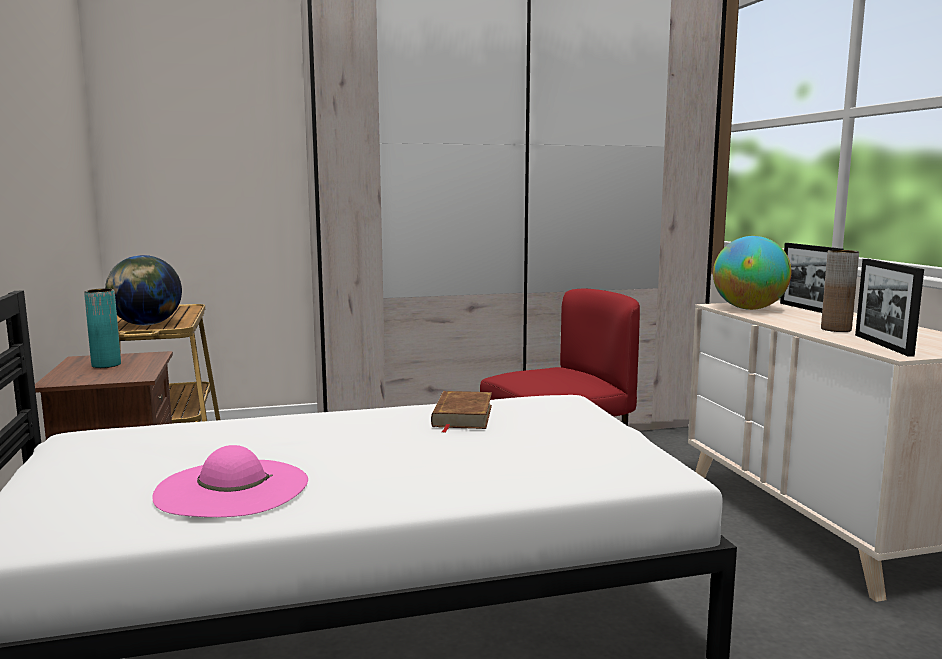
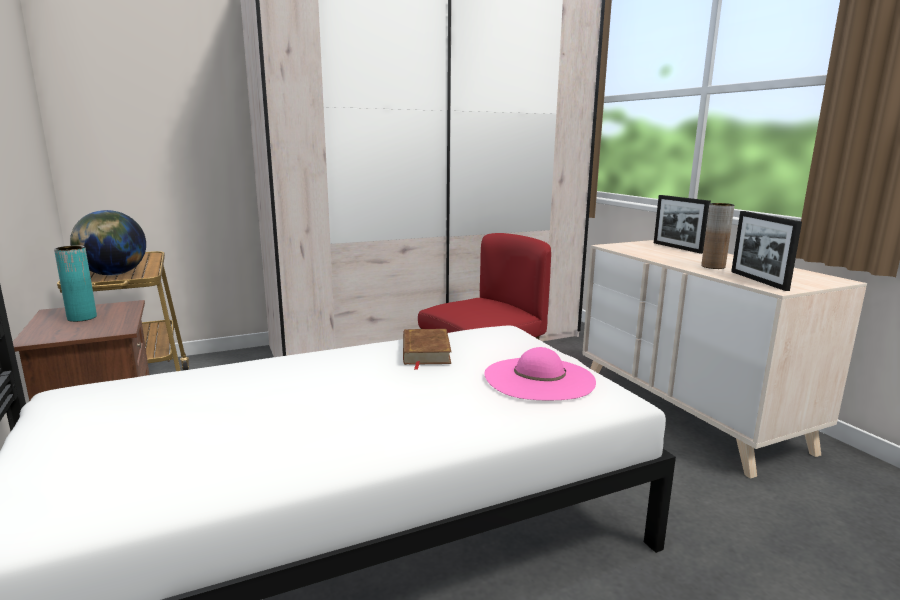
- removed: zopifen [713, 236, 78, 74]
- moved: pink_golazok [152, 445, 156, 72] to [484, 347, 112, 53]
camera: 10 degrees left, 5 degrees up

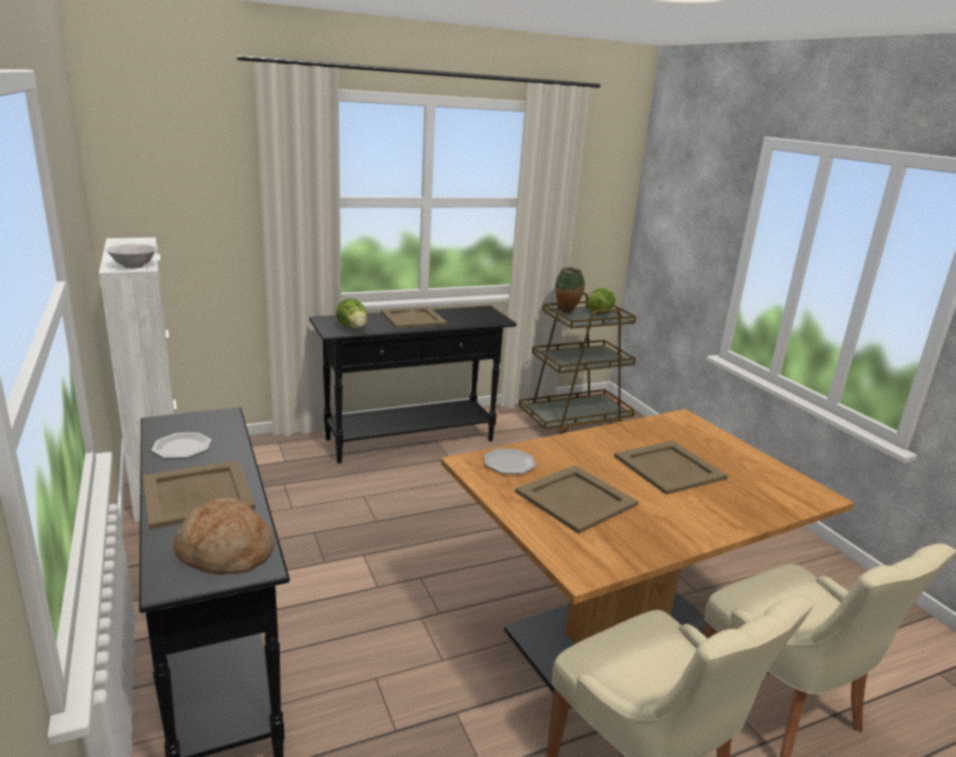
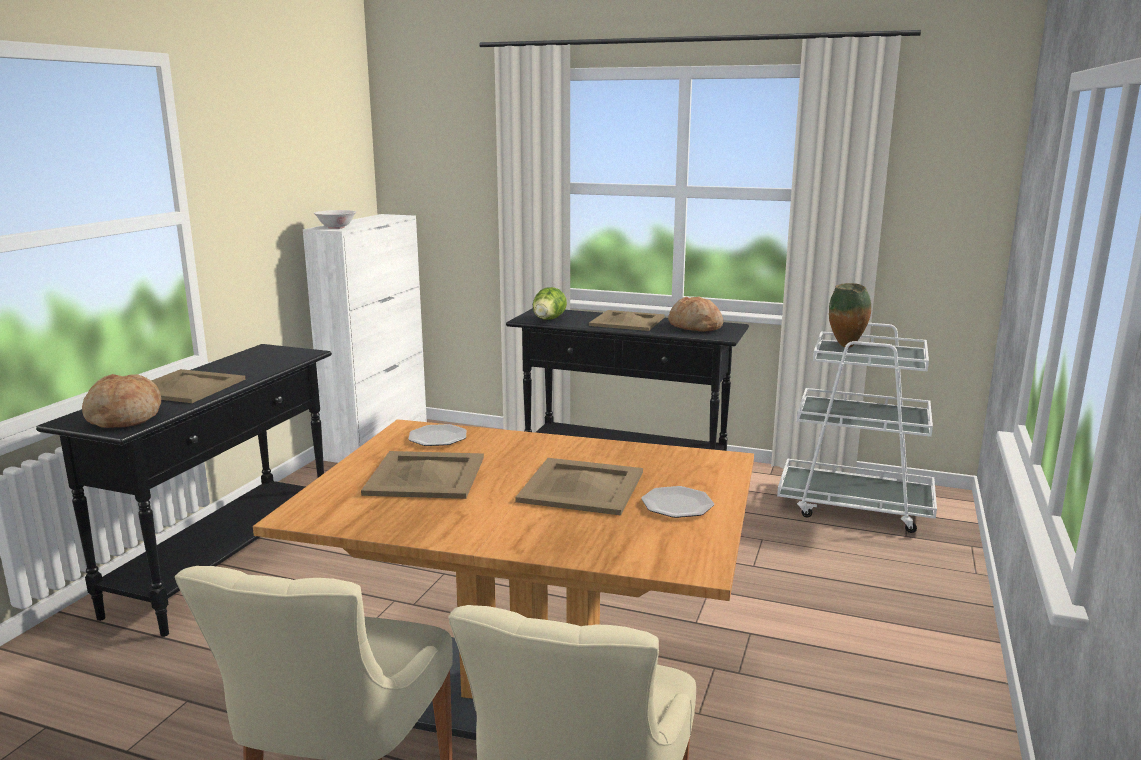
- removed: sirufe [587, 288, 28, 26]
- added: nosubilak [668, 296, 55, 36]
- moved: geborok [151, 432, 61, 27] to [641, 486, 73, 32]
- recoloured: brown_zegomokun [519, 293, 117, 141] to white_zegomokun [777, 323, 160, 210]
camera: 45 degrees right, 5 degrees down

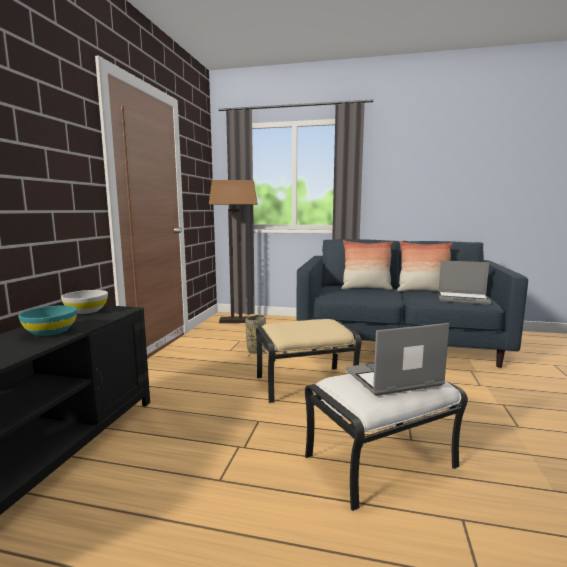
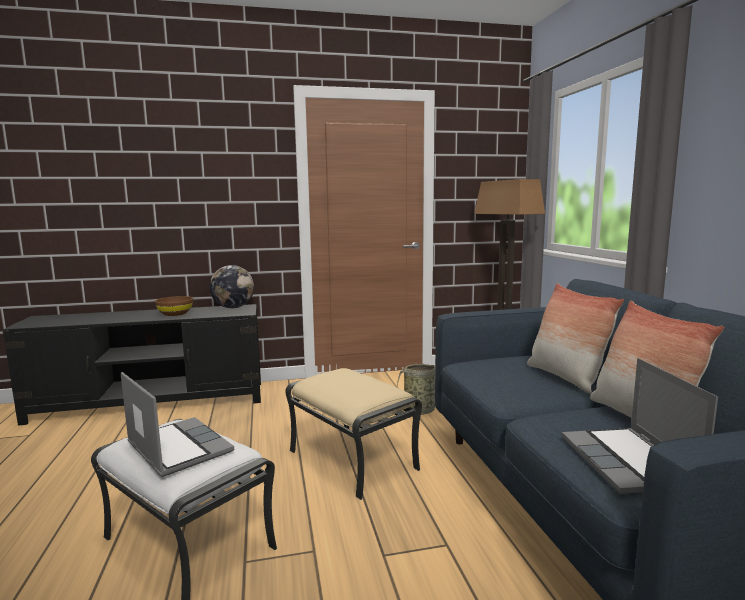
- replaced: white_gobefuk [61, 290, 47, 24] to zopifen [209, 265, 45, 43]
- recoloured: turquoise_gobefuk [18, 305, 59, 31] to brown_gobefuk [155, 296, 38, 20]
camera: 65 degrees right, 0 degrees up

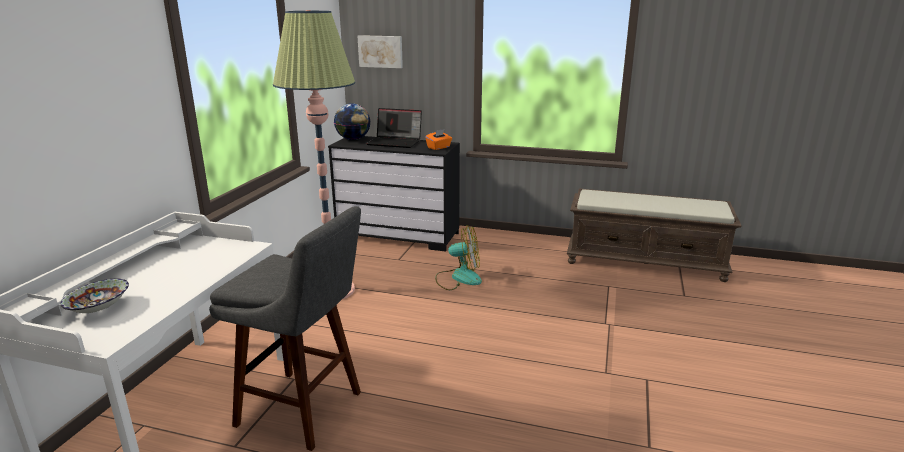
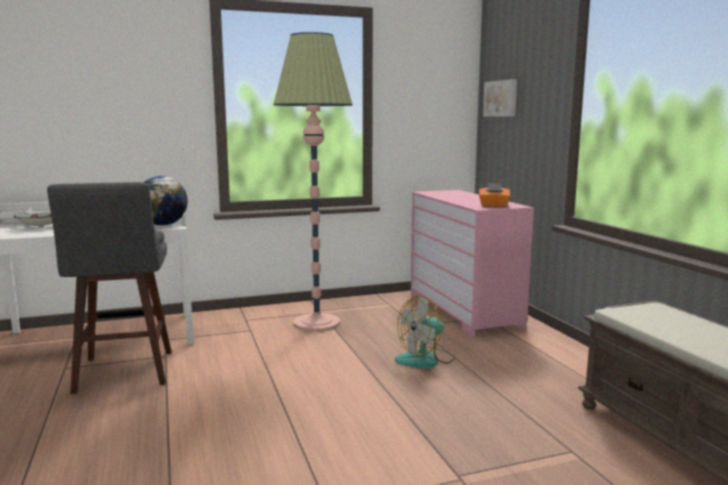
- removed: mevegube [366, 108, 56, 40]
- moved: zopifen [334, 103, 36, 37] to [144, 176, 44, 50]
- recoloured: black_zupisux [328, 136, 132, 116] to pink_zupisux [411, 190, 123, 147]
- turned: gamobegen [435, 225, 47, 65] = [395, 295, 60, 73] 90 degrees clockwise
camera: 55 degrees right, 10 degrees down

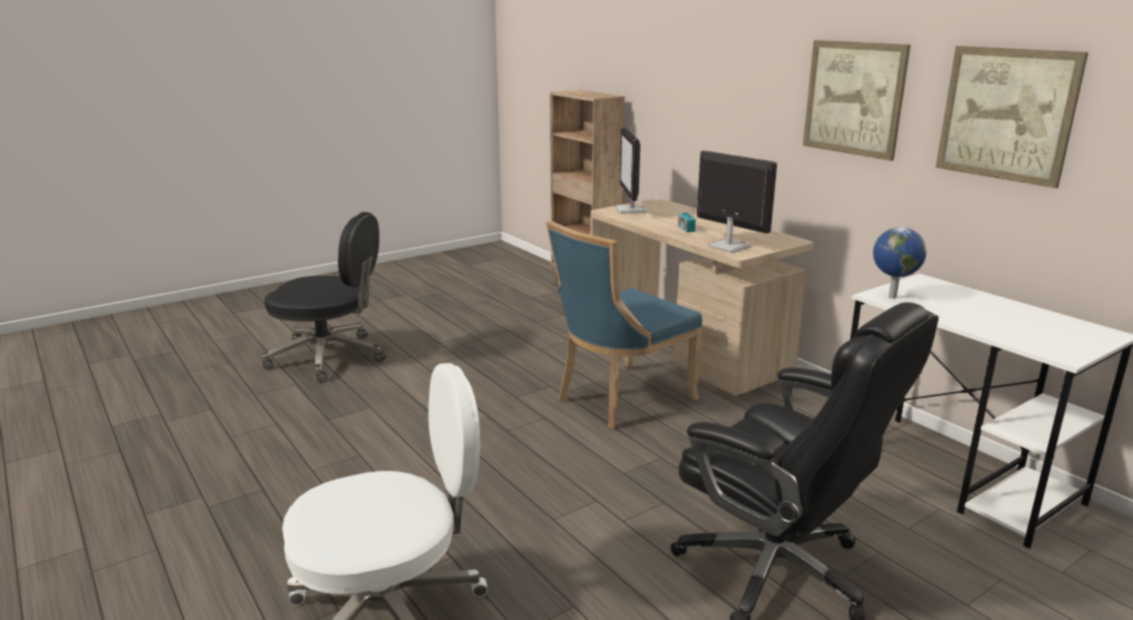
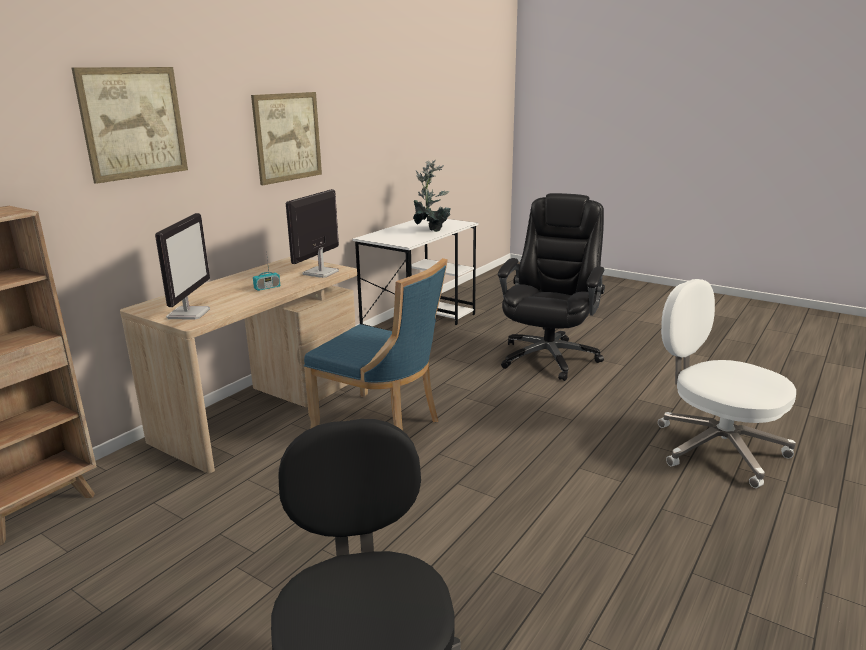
- removed: zopifen [873, 227, 54, 72]
- added: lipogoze [413, 160, 38, 72]
- moved: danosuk [936, 46, 152, 142] to [72, 67, 116, 117]
- turned: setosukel [615, 128, 31, 86] = [155, 213, 55, 107] 60 degrees counterclockwise
camera: 110 degrees left, 0 degrees up

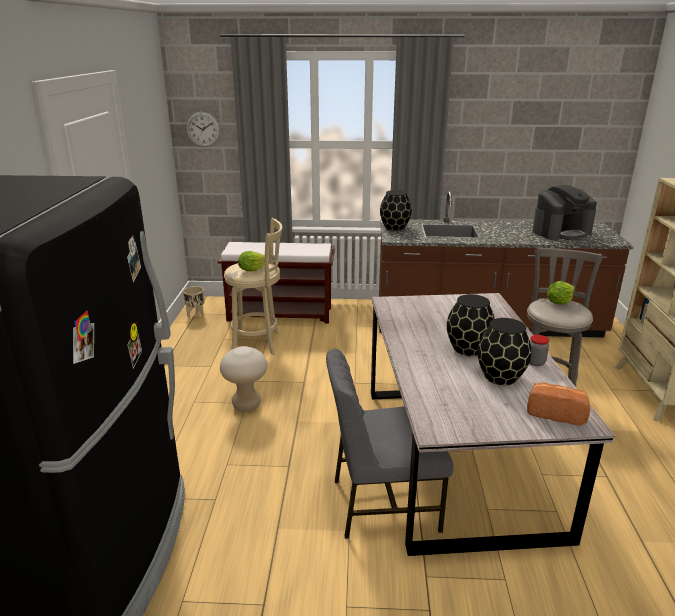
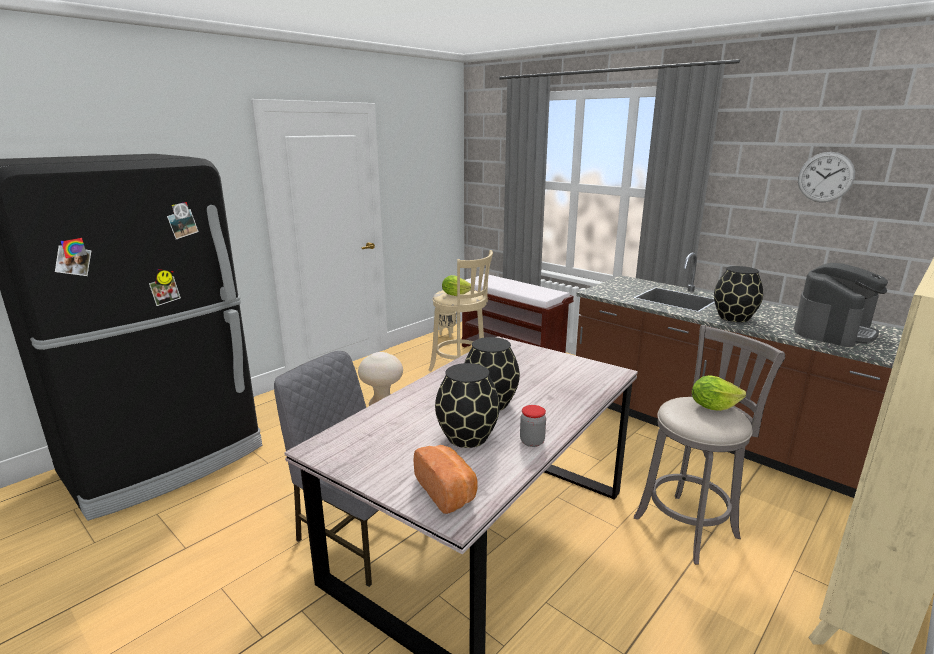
- moved: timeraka [186, 112, 34, 35] to [798, 152, 57, 50]
- moved: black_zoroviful [380, 190, 32, 41] to [714, 266, 49, 56]
- turned: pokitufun [532, 185, 65, 55] = [794, 263, 94, 84] 60 degrees counterclockwise
camera: 40 degrees right, 5 degrees down

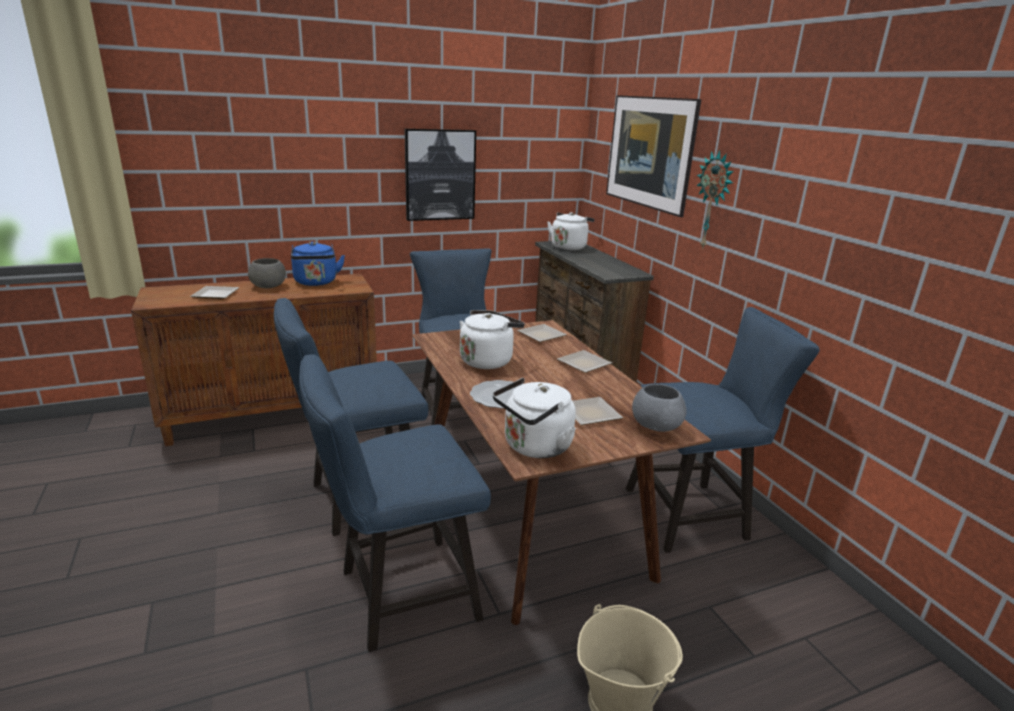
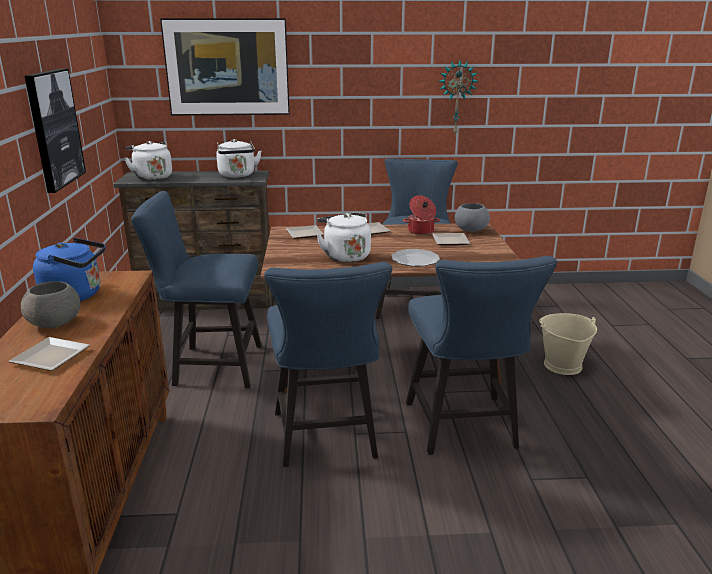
- added: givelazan [403, 195, 37, 40]
- moved: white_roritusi [493, 378, 83, 80] to [216, 139, 46, 39]
- moved: timeraka [697, 150, 37, 100] to [438, 60, 40, 74]
camera: 70 degrees left, 0 degrees up

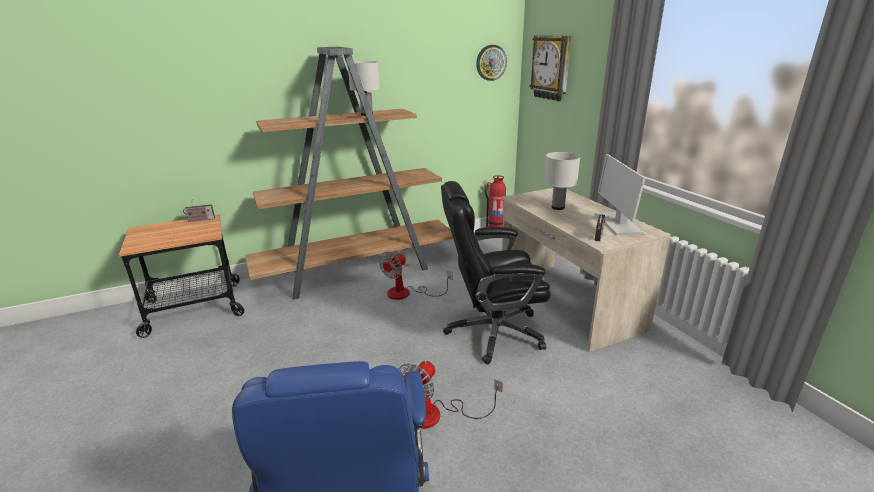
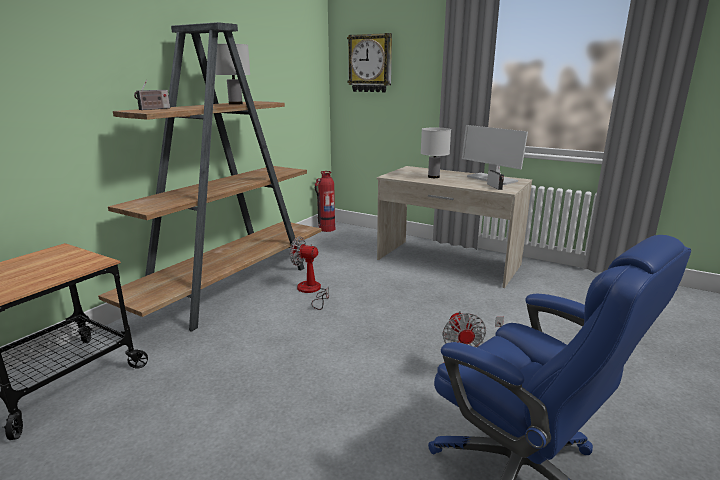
- removed: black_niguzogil [441, 181, 110, 183]
- removed: timeraka [476, 45, 31, 36]
- moved: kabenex [183, 199, 32, 23] to [134, 80, 36, 30]
- turned: gamobegen [379, 252, 74, 48] = [290, 236, 39, 74] 105 degrees clockwise
camera: 35 degrees left, 5 degrees down

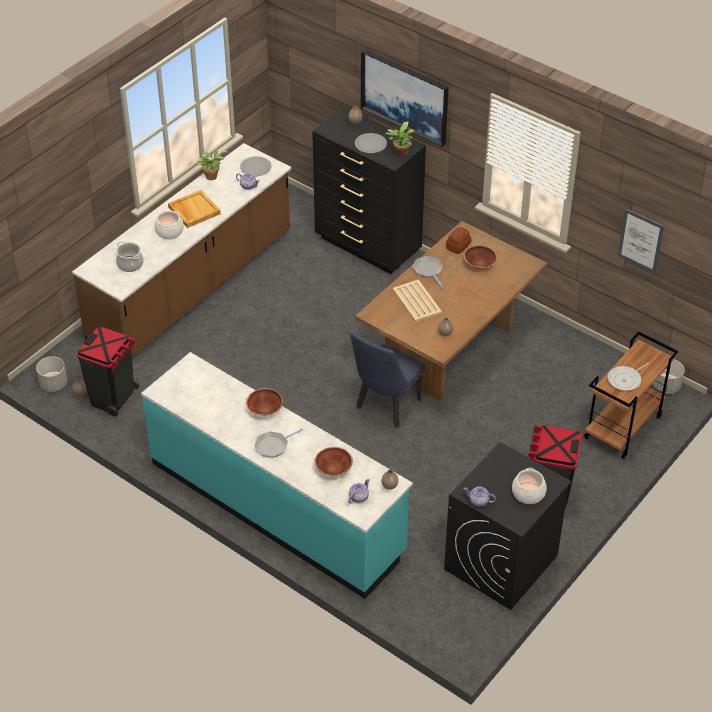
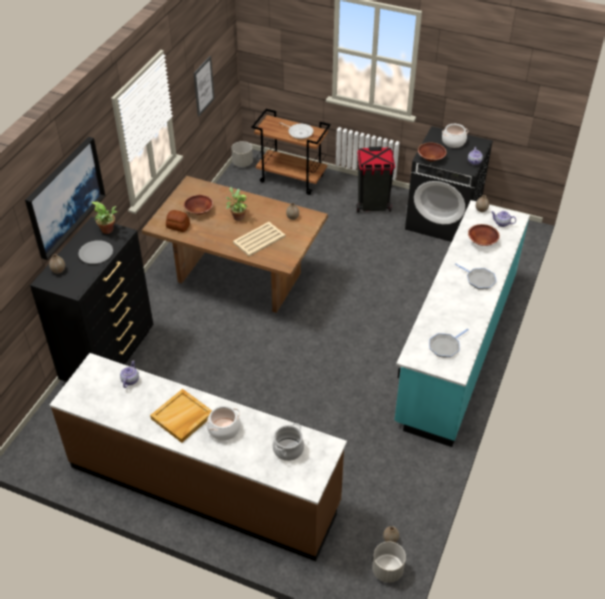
- removed: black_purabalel [76, 326, 63, 91]
- removed: grey_geborok [240, 156, 32, 20]
- removed: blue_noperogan [351, 332, 74, 96]
- moved: lipogoze [197, 150, 30, 30] to [226, 187, 21, 34]
- moved: brown_gobefuk [246, 388, 37, 28] to [418, 142, 28, 19]
- moved: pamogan [413, 256, 30, 31] to [429, 329, 40, 29]
camera: 105 degrees left, 0 degrees up

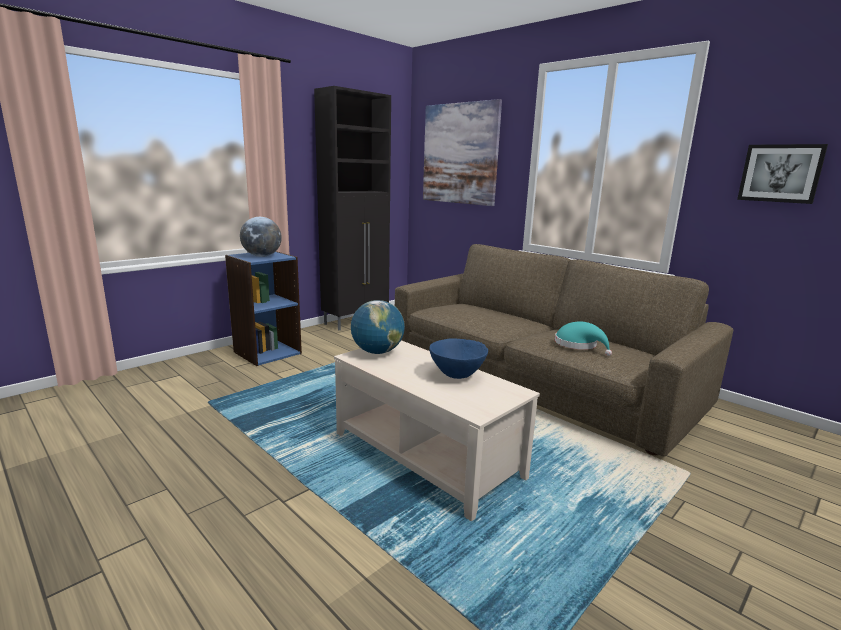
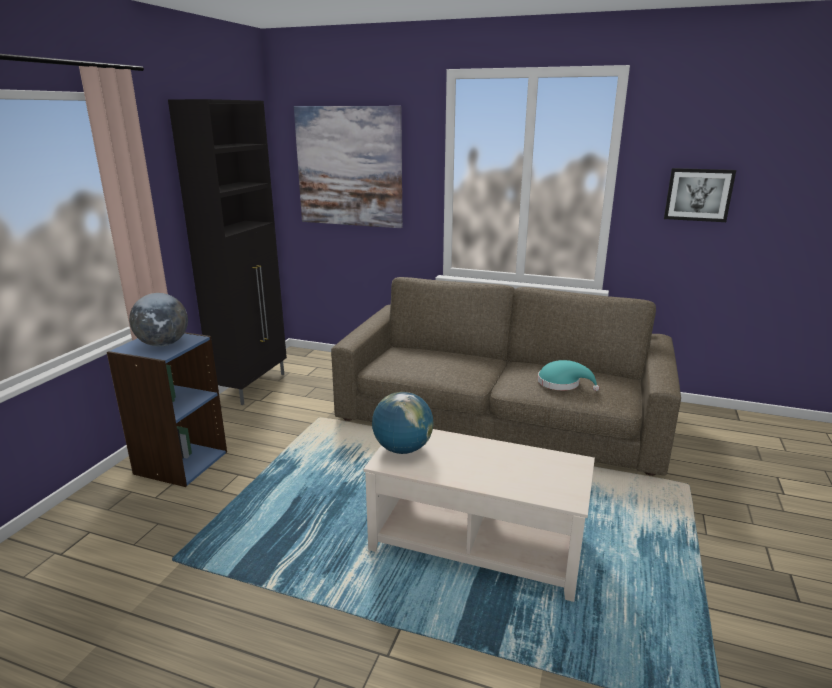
- removed: blue_gobefuk [429, 338, 59, 41]
camera: 25 degrees left, 5 degrees up

